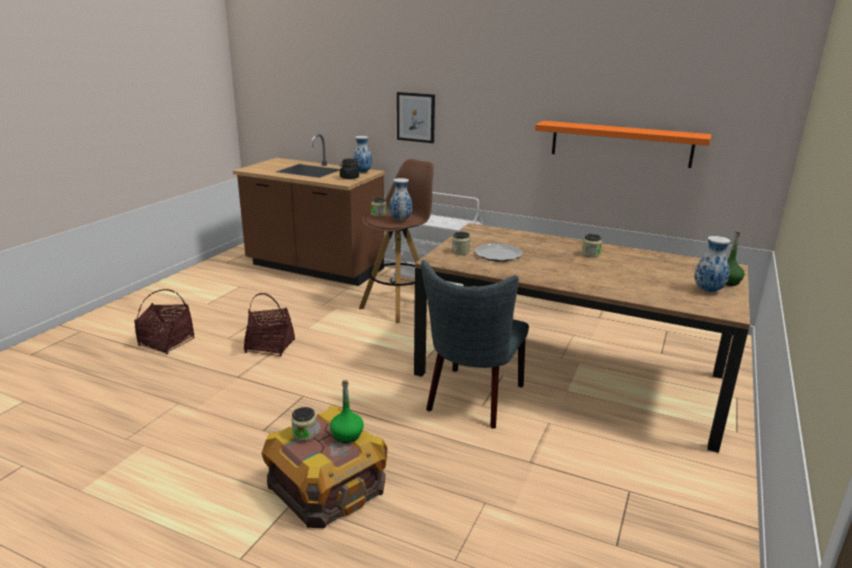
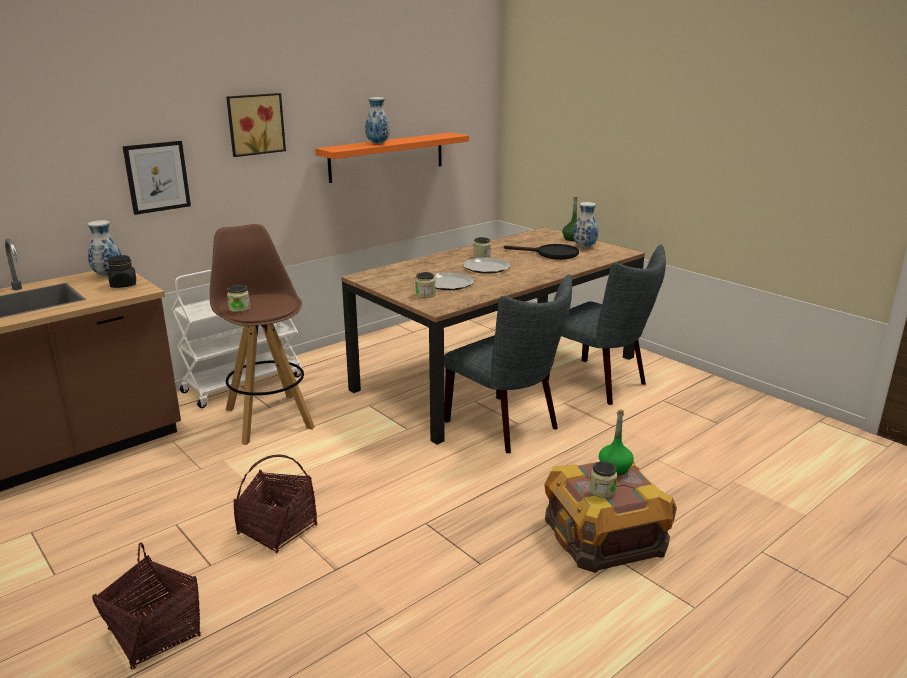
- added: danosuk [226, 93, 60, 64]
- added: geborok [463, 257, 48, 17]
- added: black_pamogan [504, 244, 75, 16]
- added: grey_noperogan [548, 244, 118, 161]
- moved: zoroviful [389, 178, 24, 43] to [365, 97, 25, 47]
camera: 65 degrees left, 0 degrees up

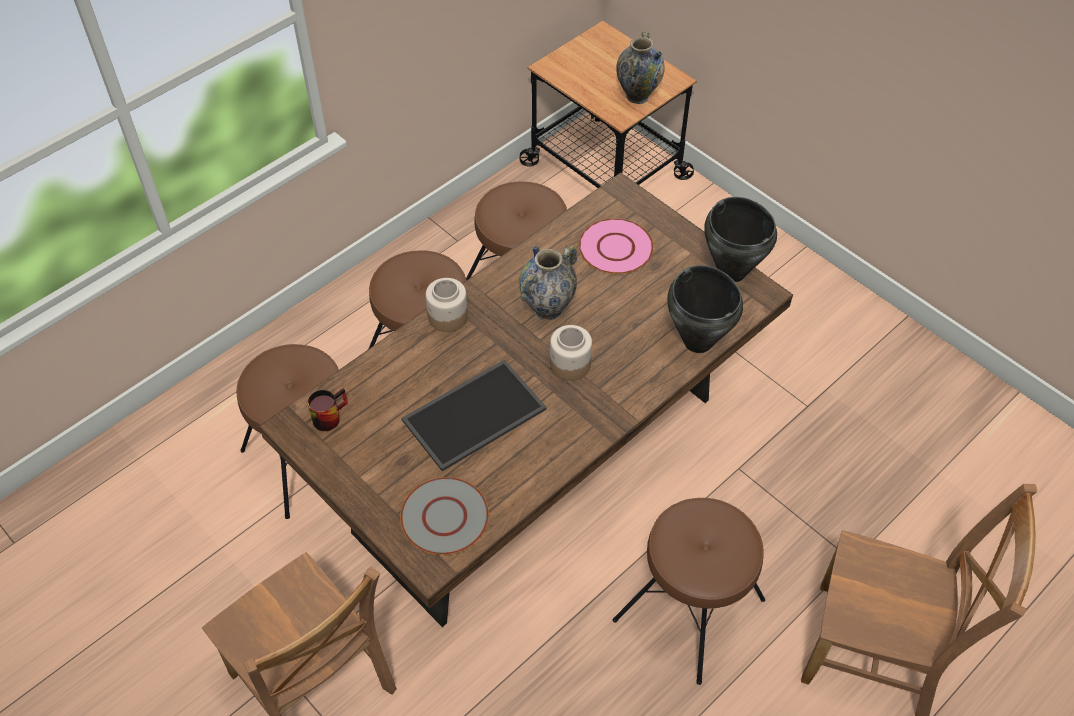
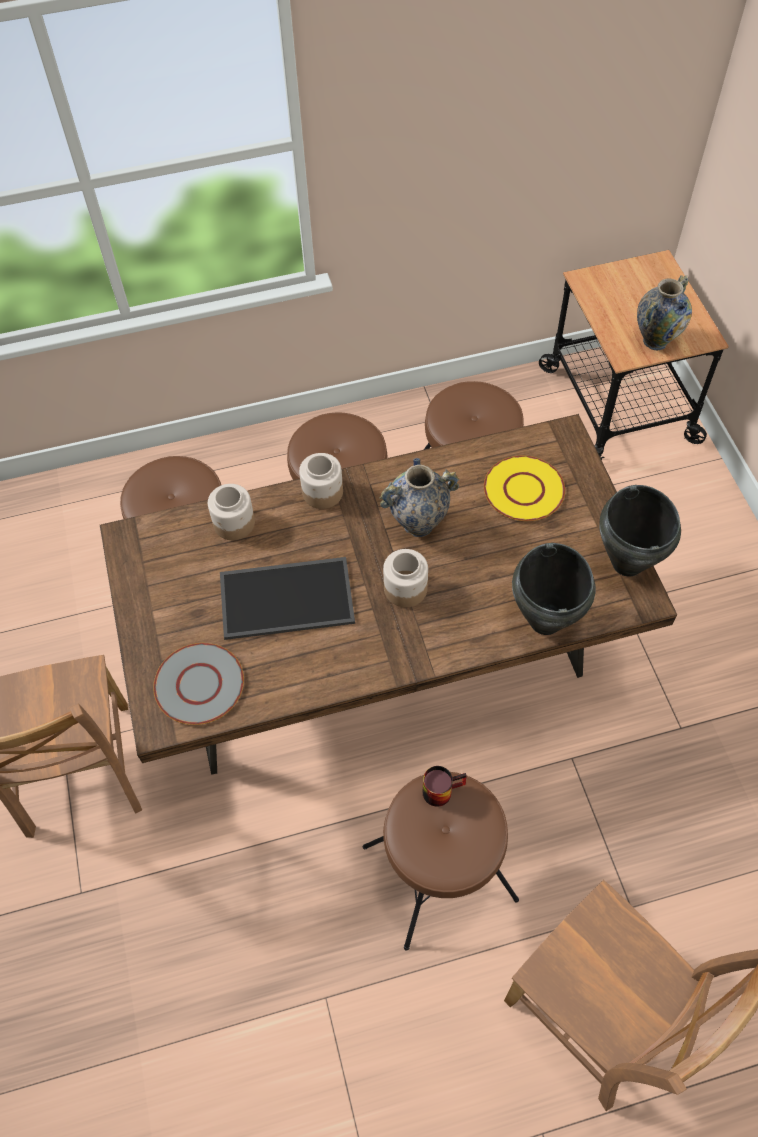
- added: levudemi [208, 484, 47, 56]
- moved: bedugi [308, 388, 40, 43] to [423, 766, 44, 41]
- recoloured: pink_geborok [579, 218, 75, 56] to yellow_geborok [484, 456, 81, 65]
camera: 30 degrees right, 5 degrees up

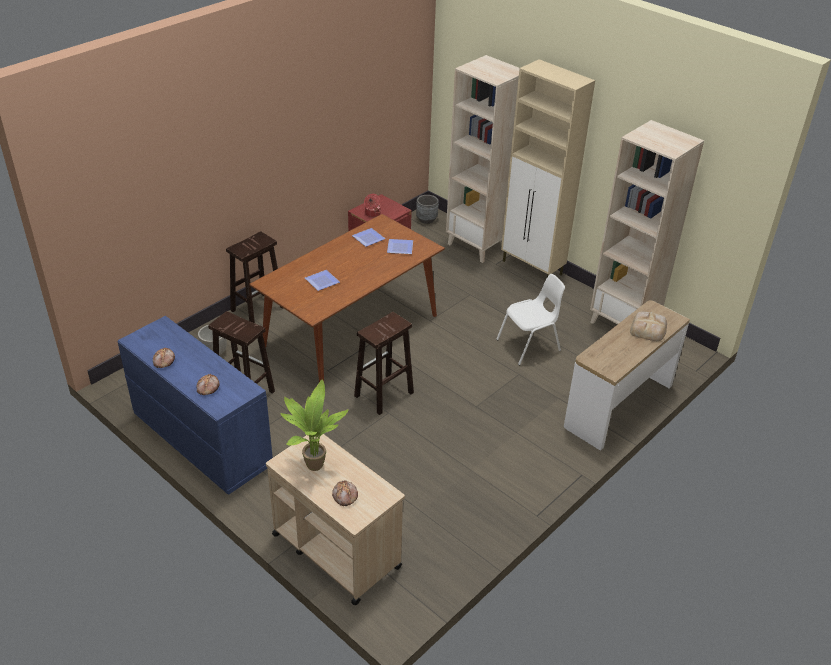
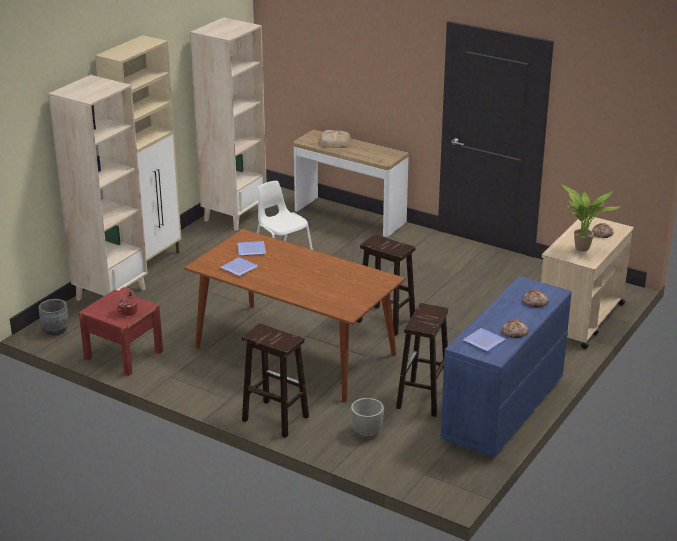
- moved: geborok [305, 270, 35, 21] to [463, 328, 42, 23]
camera: 100 degrees left, 10 degrees down

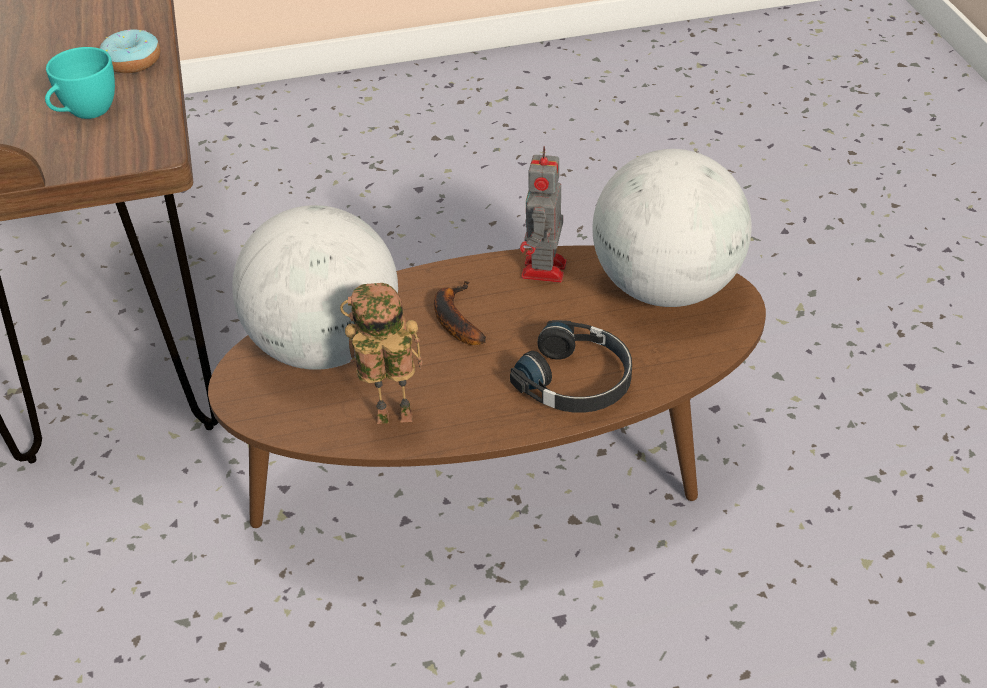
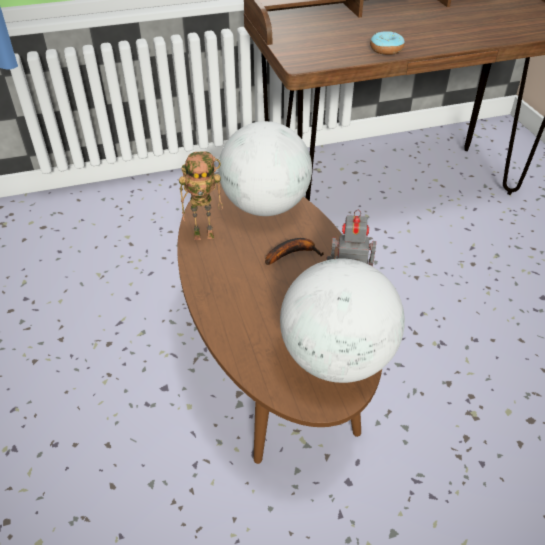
- removed: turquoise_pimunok [45, 47, 70, 72]
- removed: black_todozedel [510, 320, 122, 93]
- turned: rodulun [340, 283, 83, 141] = [179, 151, 44, 89] 90 degrees clockwise
camera: 85 degrees right, 0 degrees up

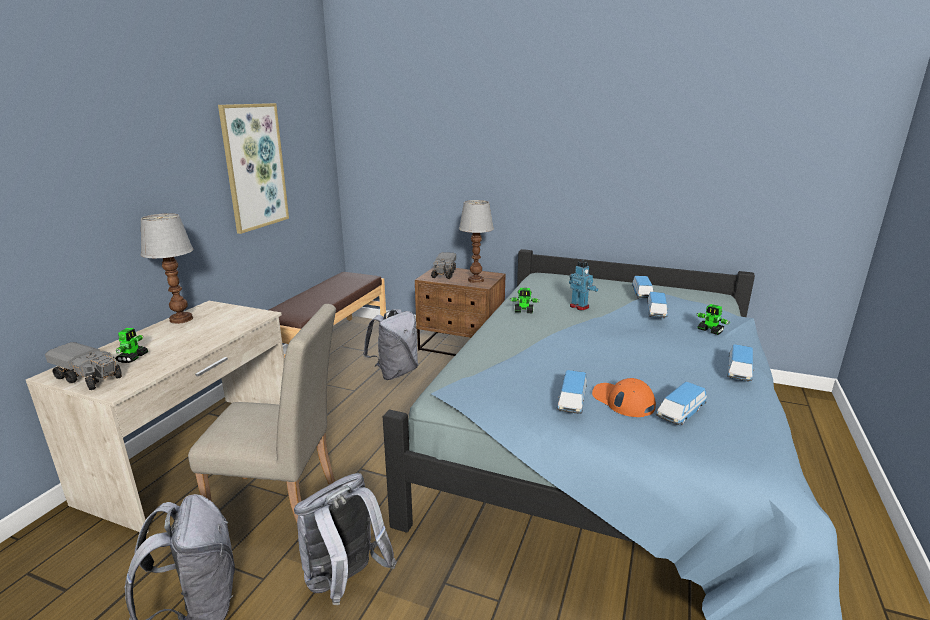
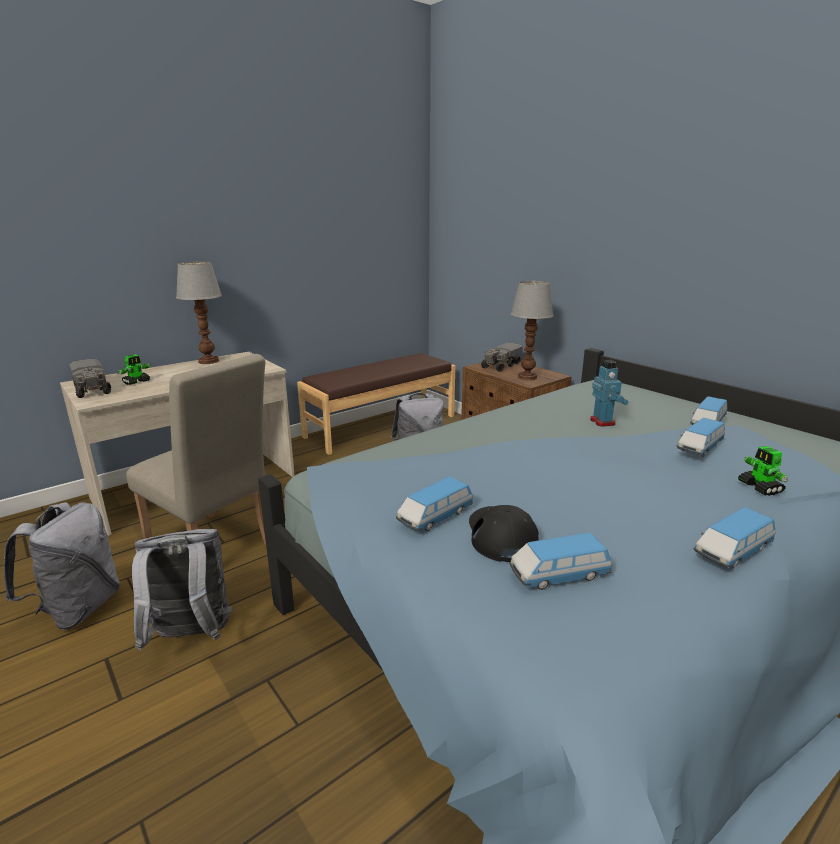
- removed: danosuk [218, 103, 71, 131]
- removed: rodulun [510, 288, 30, 26]
- recoloured: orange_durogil [592, 378, 64, 39] to black_durogil [469, 505, 70, 57]
camera: 30 degrees right, 0 degrees up

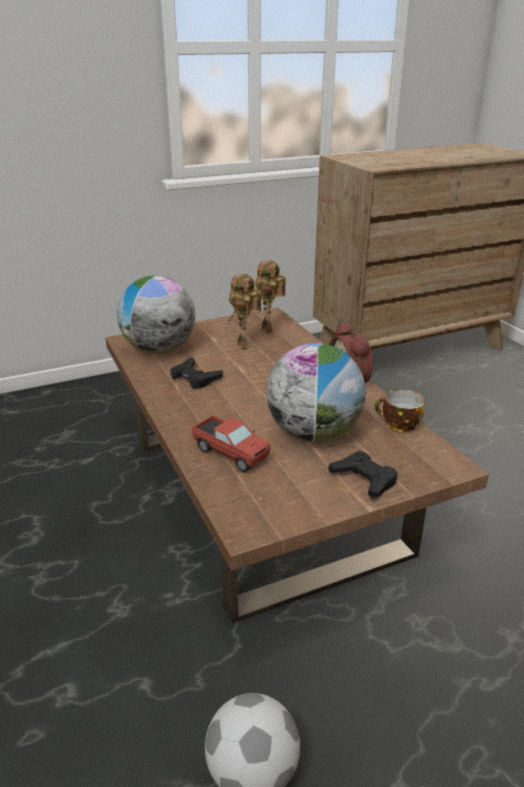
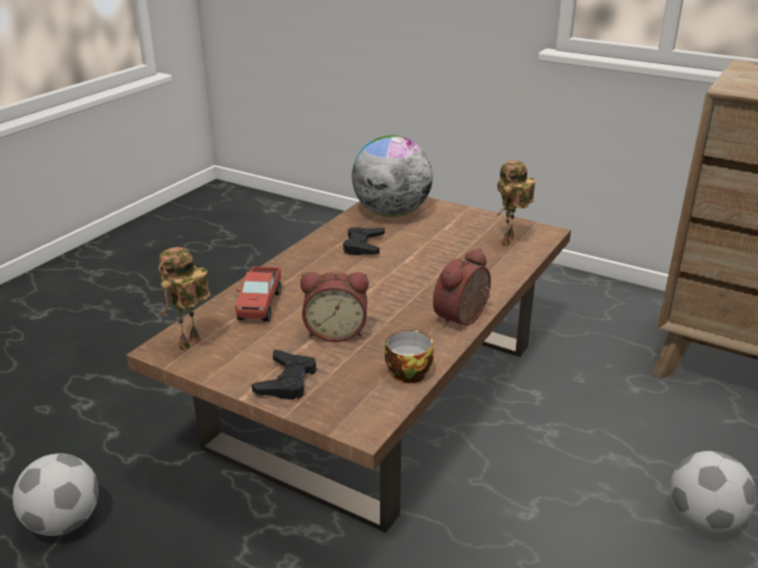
- added: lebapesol [670, 451, 86, 82]
- moved: rodulun [227, 274, 35, 76] to [159, 247, 51, 104]
- replaced: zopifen [266, 343, 100, 99] to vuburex [300, 272, 69, 70]
camera: 55 degrees right, 0 degrees up

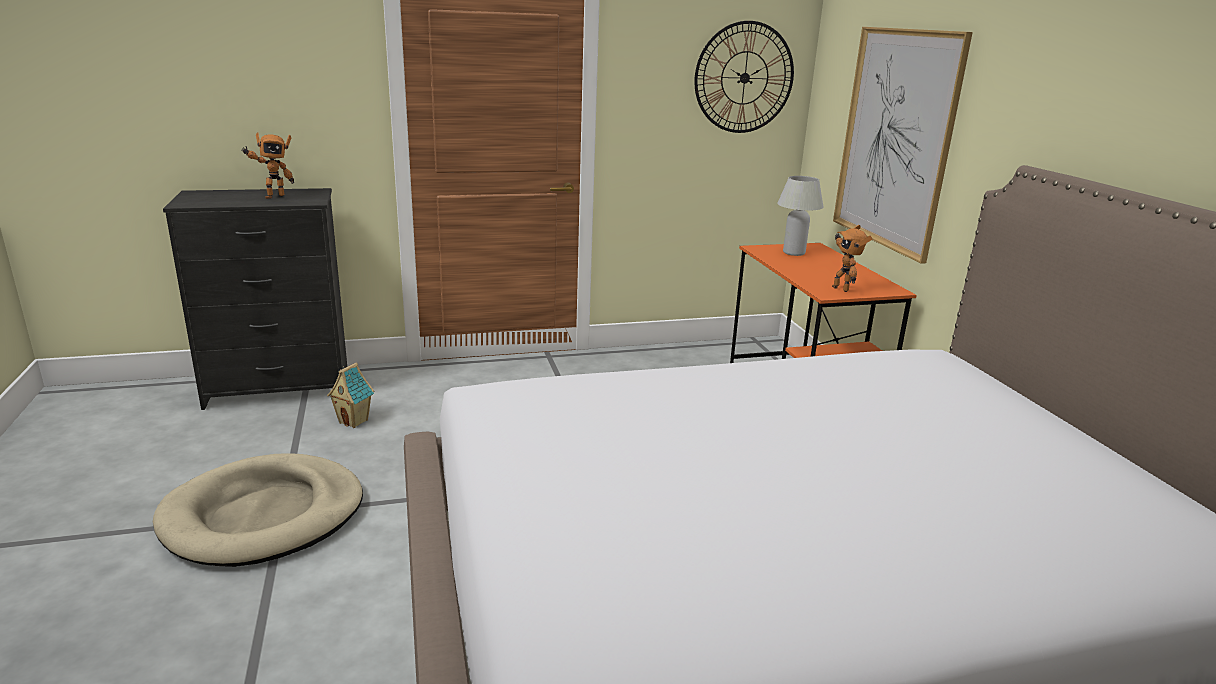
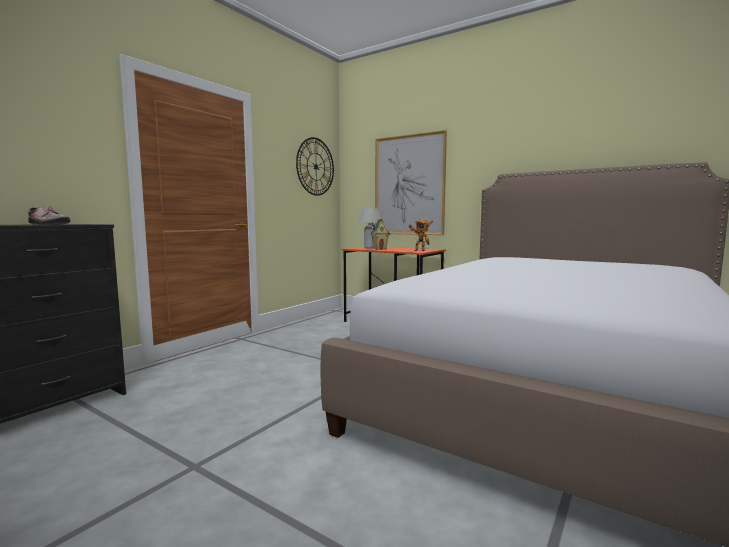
- removed: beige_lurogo [153, 453, 210, 114]
- moved: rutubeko [327, 362, 47, 66] to [370, 219, 21, 31]
- replaced: rodulun [241, 132, 53, 67] to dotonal [28, 206, 42, 19]
camera: 40 degrees left, 15 degrees down

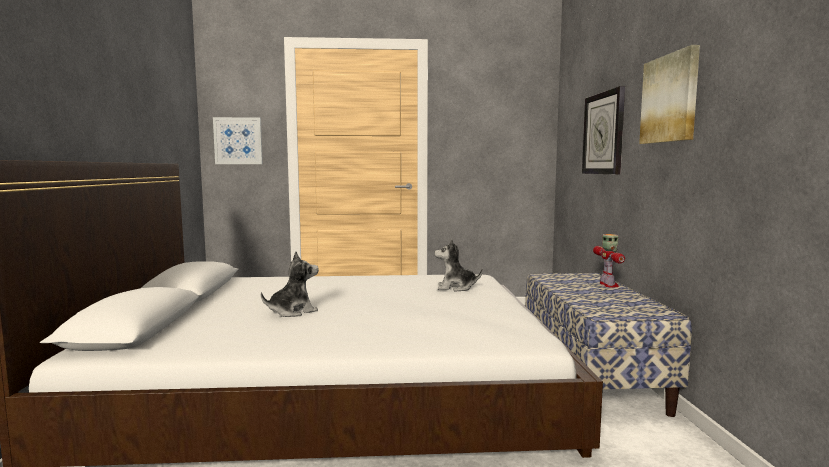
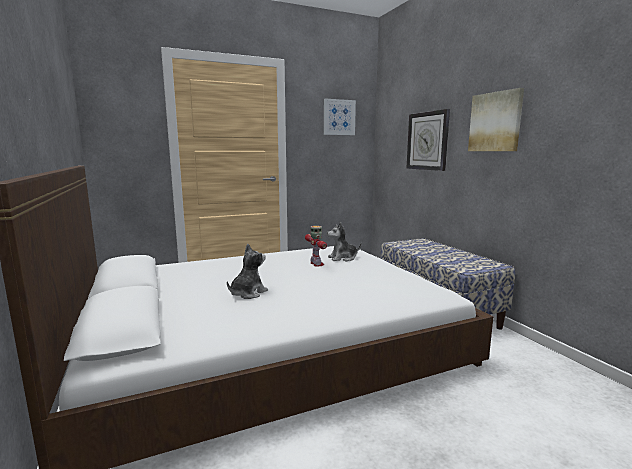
- moved: danosuk [213, 117, 50, 47] to [324, 99, 32, 36]
- moved: rodulun [593, 234, 32, 53] to [305, 226, 22, 41]
camera: 20 degrees left, 5 degrees up

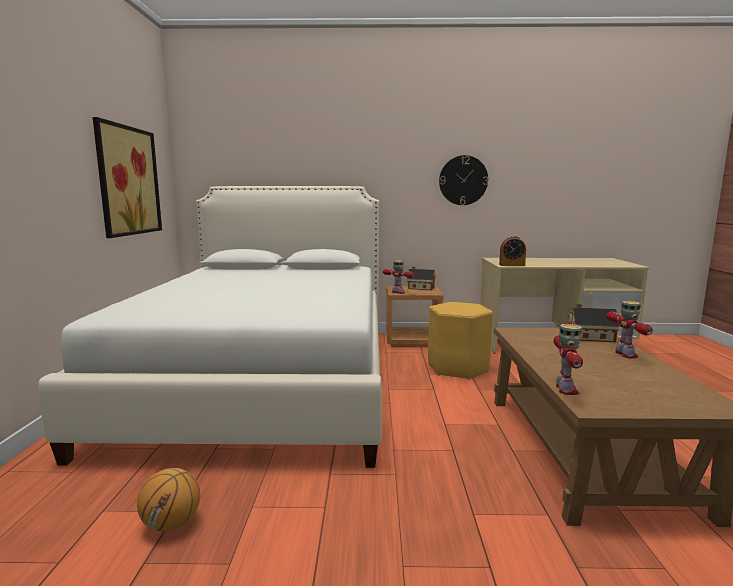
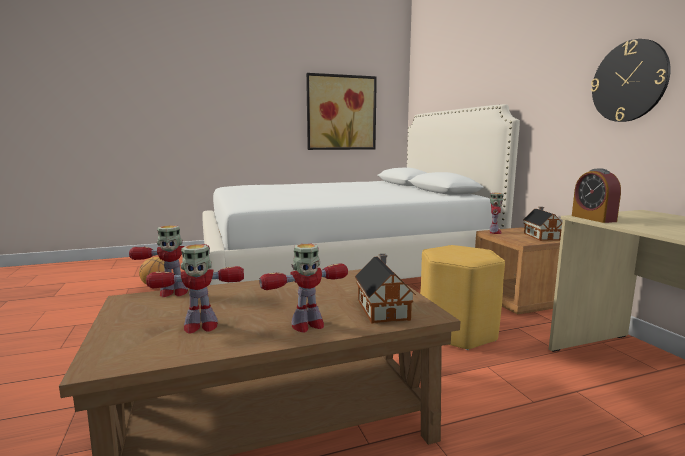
- added: rodulun [146, 244, 98, 90]
camera: 70 degrees right, 0 degrees up

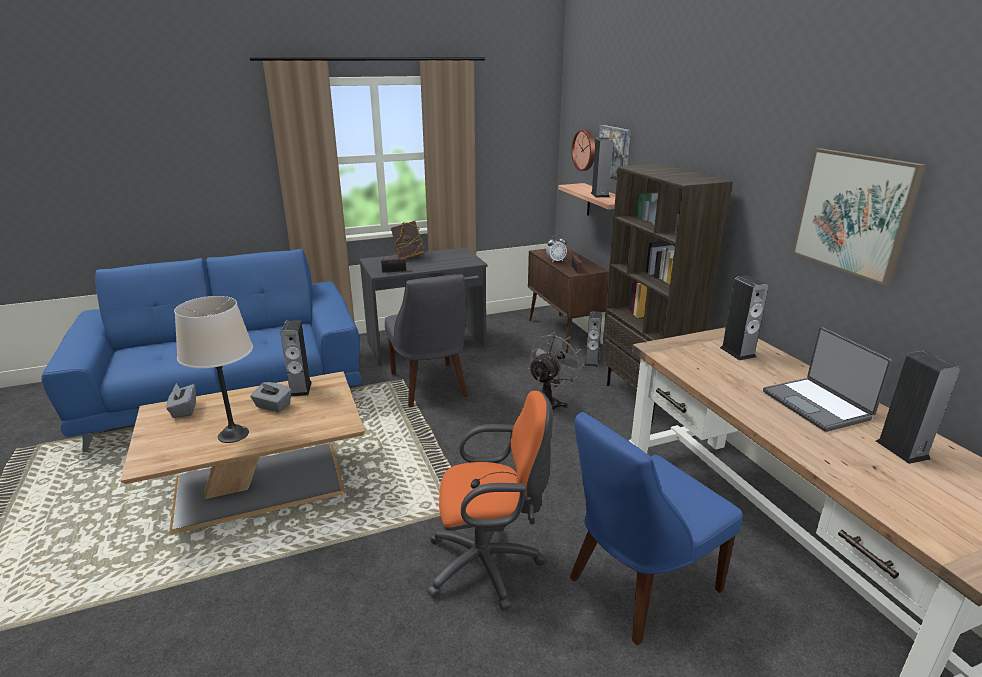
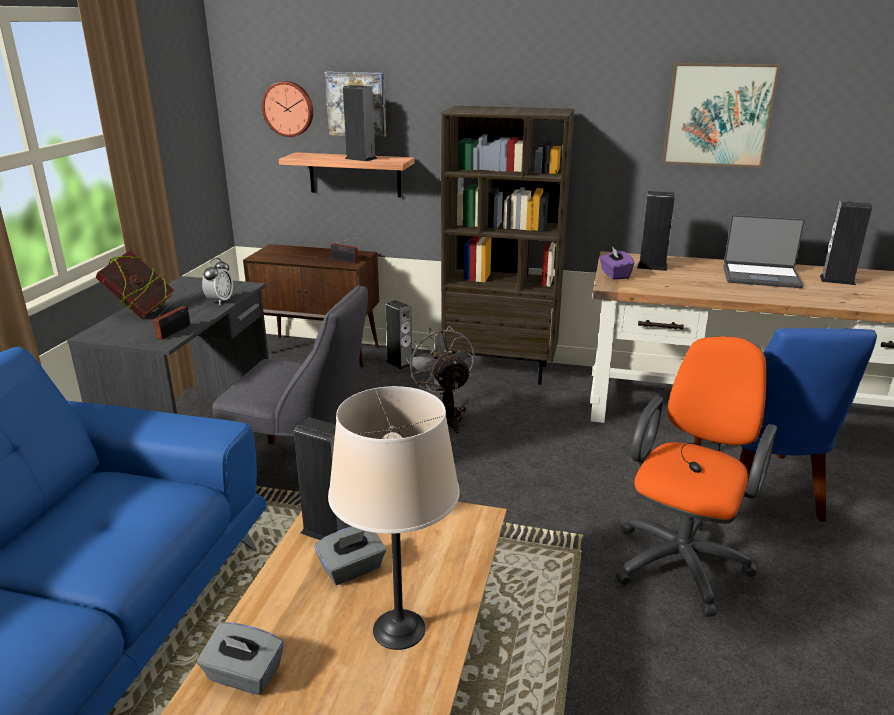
- added: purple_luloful [599, 247, 35, 33]
- moved: vuburex [546, 235, 21, 28] to [202, 258, 31, 47]
camera: 55 degrees left, 0 degrees up

